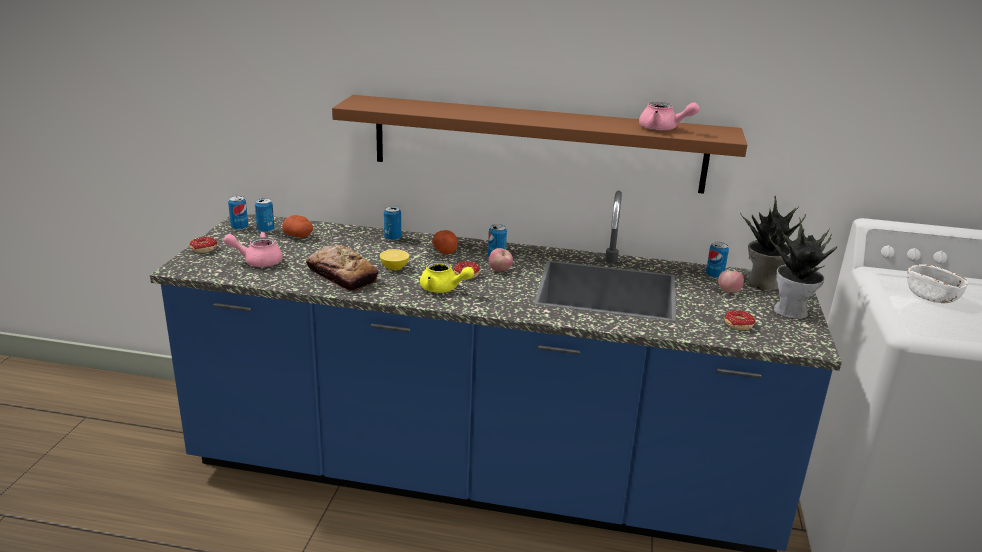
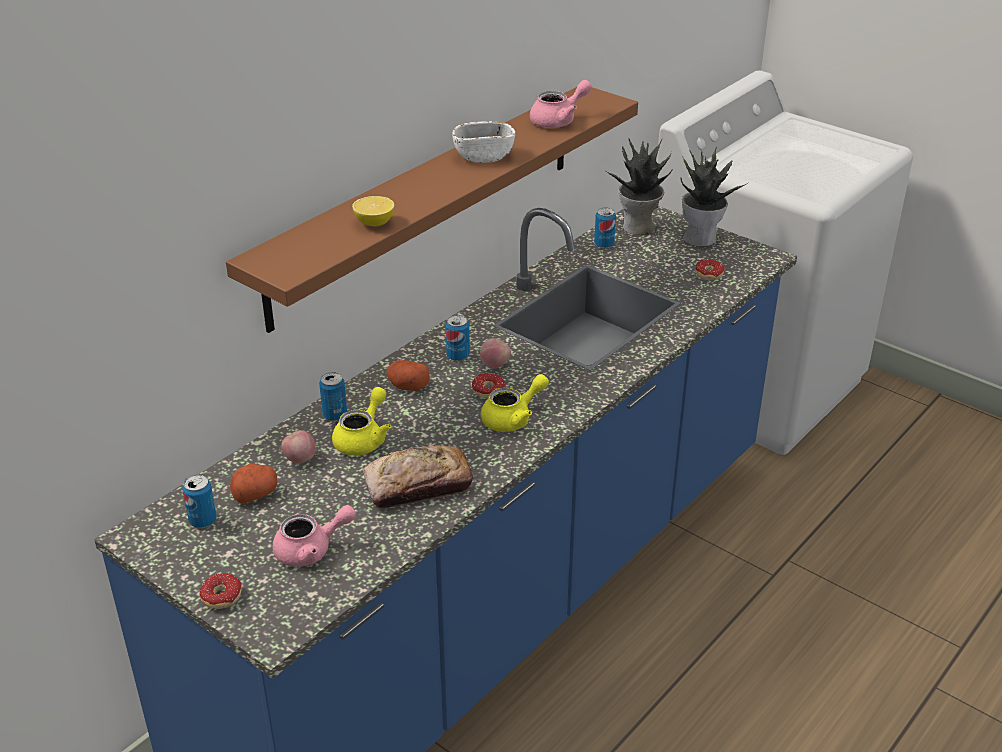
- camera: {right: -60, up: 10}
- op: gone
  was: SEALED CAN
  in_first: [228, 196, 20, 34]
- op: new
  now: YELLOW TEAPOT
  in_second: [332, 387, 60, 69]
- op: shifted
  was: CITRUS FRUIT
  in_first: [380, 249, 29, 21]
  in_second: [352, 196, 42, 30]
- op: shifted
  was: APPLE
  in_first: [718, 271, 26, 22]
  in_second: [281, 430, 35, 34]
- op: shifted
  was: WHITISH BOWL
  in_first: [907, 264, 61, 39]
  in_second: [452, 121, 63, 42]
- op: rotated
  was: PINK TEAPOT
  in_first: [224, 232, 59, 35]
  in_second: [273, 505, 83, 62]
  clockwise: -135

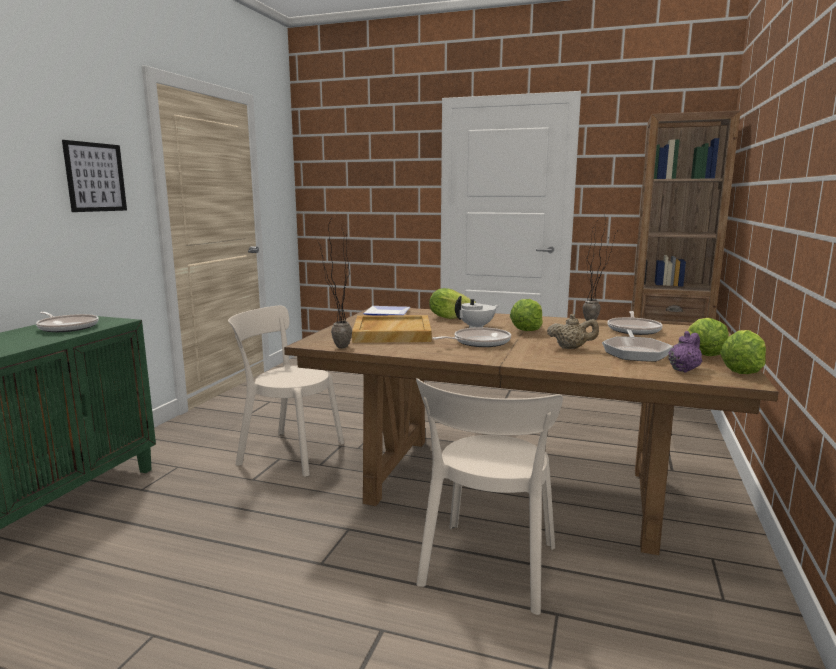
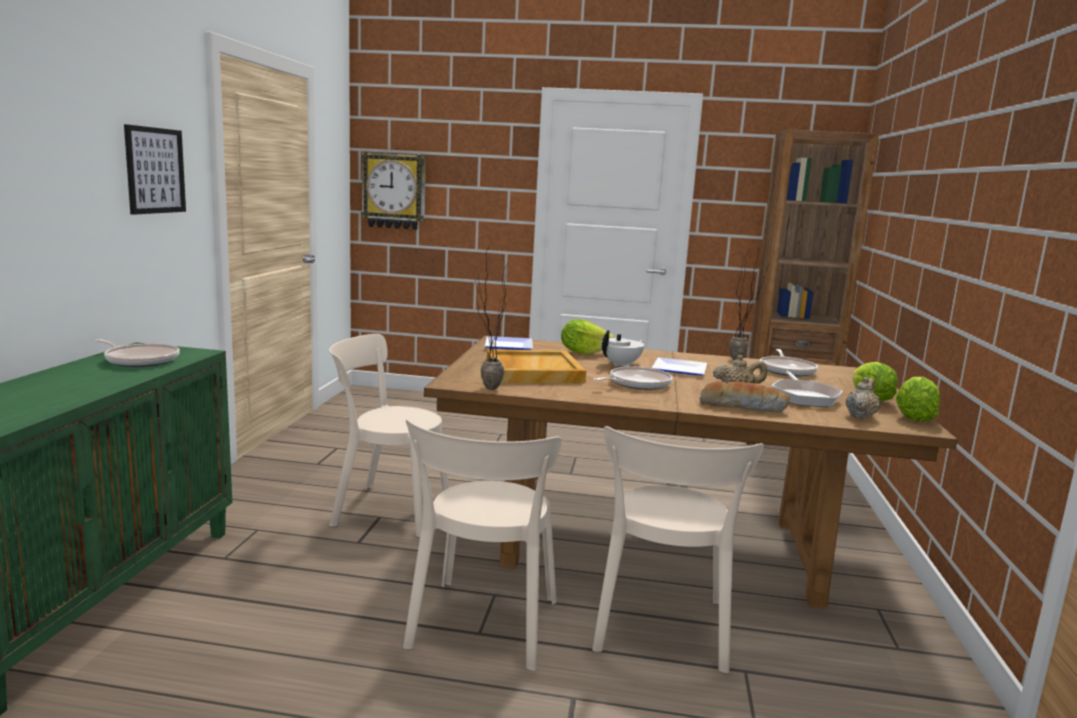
- camera: {right: -10, up: 0}
- op: new
  now: CLOCK ON THE WALL
  in_second: [361, 152, 65, 78]
- op: new
  now: BEIGE-COLOURED CHAIR
  in_second: [403, 419, 159, 252]
- op: new
  now: BAKED BREAD
  in_second: [700, 381, 90, 31]
- op: swapped
  was: HEAD OF LETTUCE
  now: FLAT DISH
  in_first: [510, 299, 33, 32]
  in_second: [652, 357, 55, 18]
- op: repainted
  was: PURPLE TEAPOT
  now: BEIGE-COLOURED TEAPOT
  in_first: [668, 331, 34, 41]
  in_second: [846, 377, 34, 42]

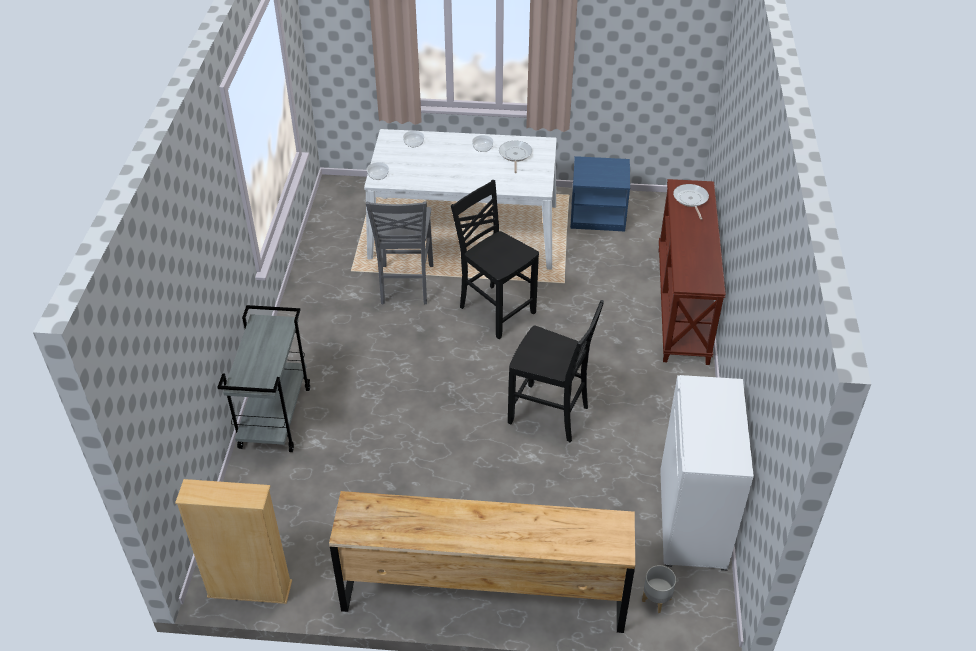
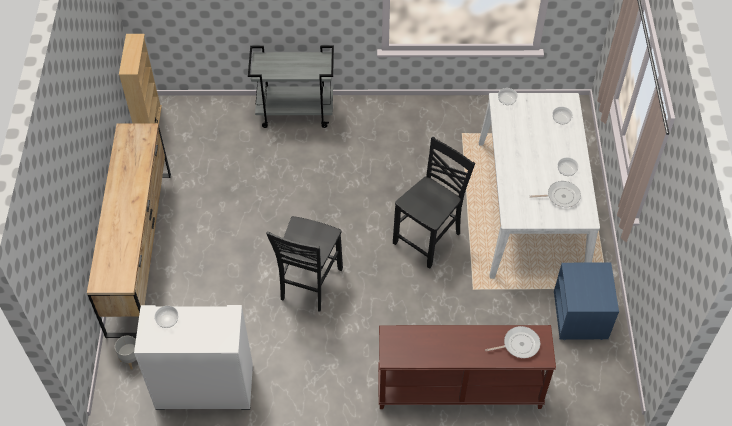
- camera: {right: 85, up: 10}
- op: gone
  was: GRAY CHAIR
  in_first: [366, 201, 67, 104]
- op: new
  now: BOWL
  in_second: [154, 306, 24, 22]

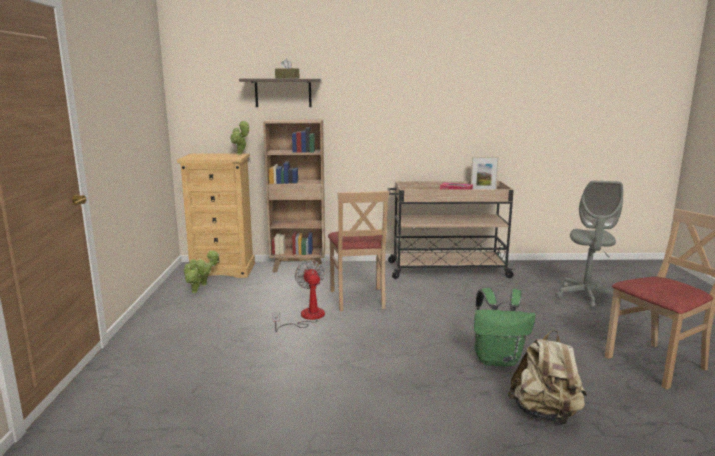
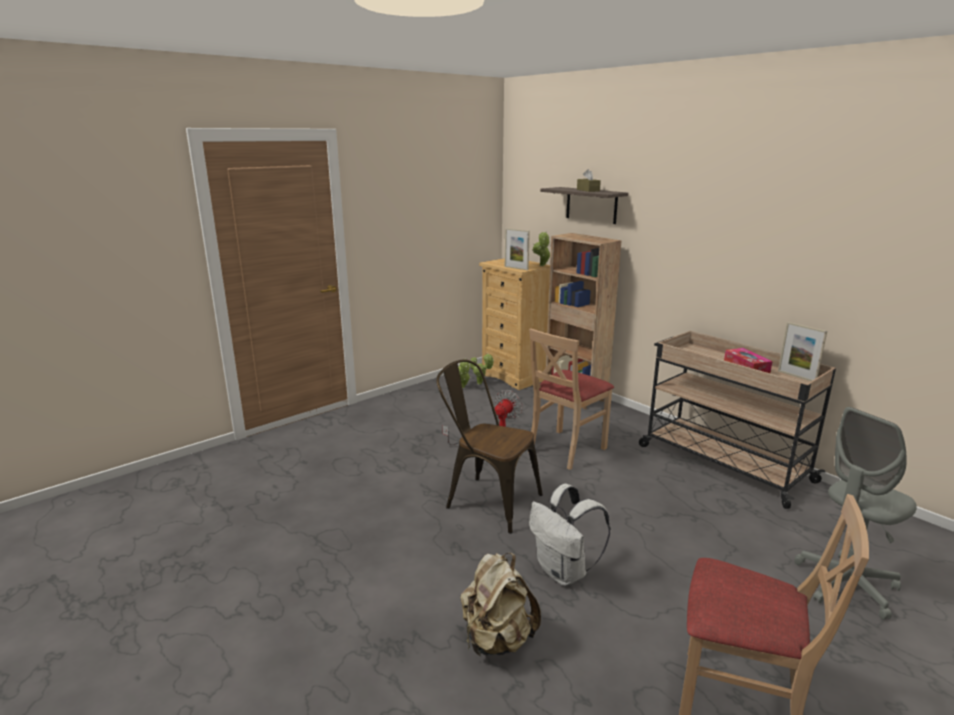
- camera: {right: 50, up: 5}
- op: new
  now: BROWN CHAIR
  in_second: [436, 359, 107, 175]
- op: new
  now: PHOTO FRAME
  in_second: [505, 228, 25, 42]
- op: repainted
  was: GREEN BACKPACK
  now: WHITISH BACKPACK
  in_first: [474, 288, 62, 78]
  in_second: [529, 483, 82, 103]

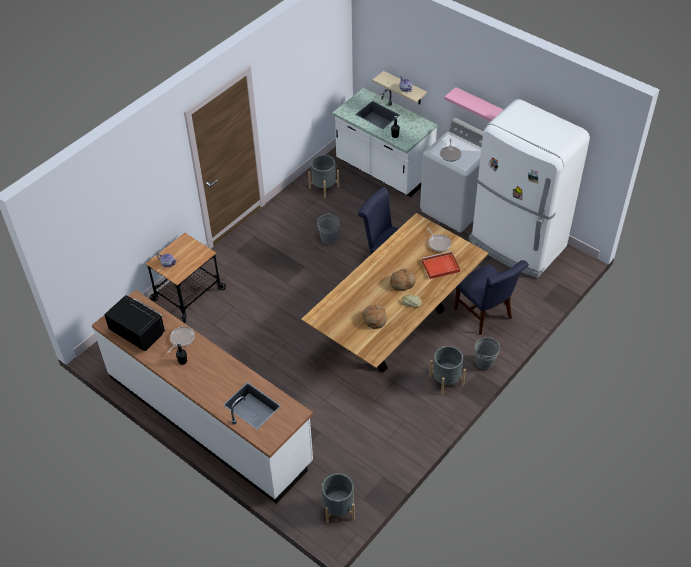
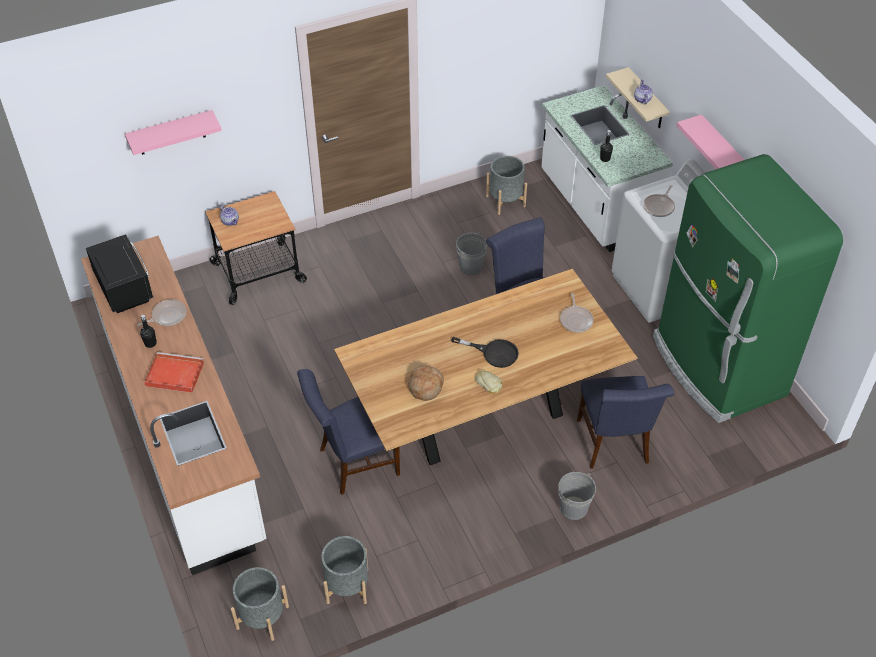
- camera: {right: 25, up: 0}
- op: new
  now: PINK SHELF
  in_second: [125, 110, 97, 45]
- op: new
  now: BLUE-COLOURED CHAIR
  in_second: [297, 369, 103, 126]
- op: shifted
  was: RED-COLOURED CARRYING TRAY
  in_first: [422, 251, 38, 28]
  in_second: [144, 352, 60, 41]
- op: shifted
  was: GRAY PLANT POT
  in_first: [429, 346, 37, 49]
  in_second: [321, 536, 47, 68]
- op: swapped
  was: BAKED BREAD
  now: BLACK-COLOURED SKILLET
  in_first: [390, 269, 25, 22]
  in_second: [451, 337, 68, 31]
- op: repainted
  was: WHITISH REFRIGERATOR
  now: GREEN REFRIGERATOR
  in_first: [469, 99, 121, 179]
  in_second: [653, 154, 190, 269]

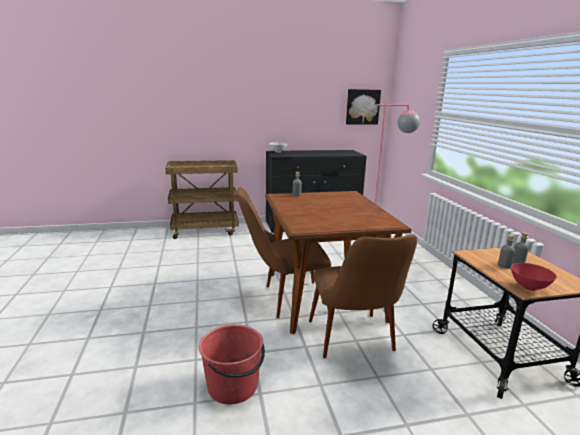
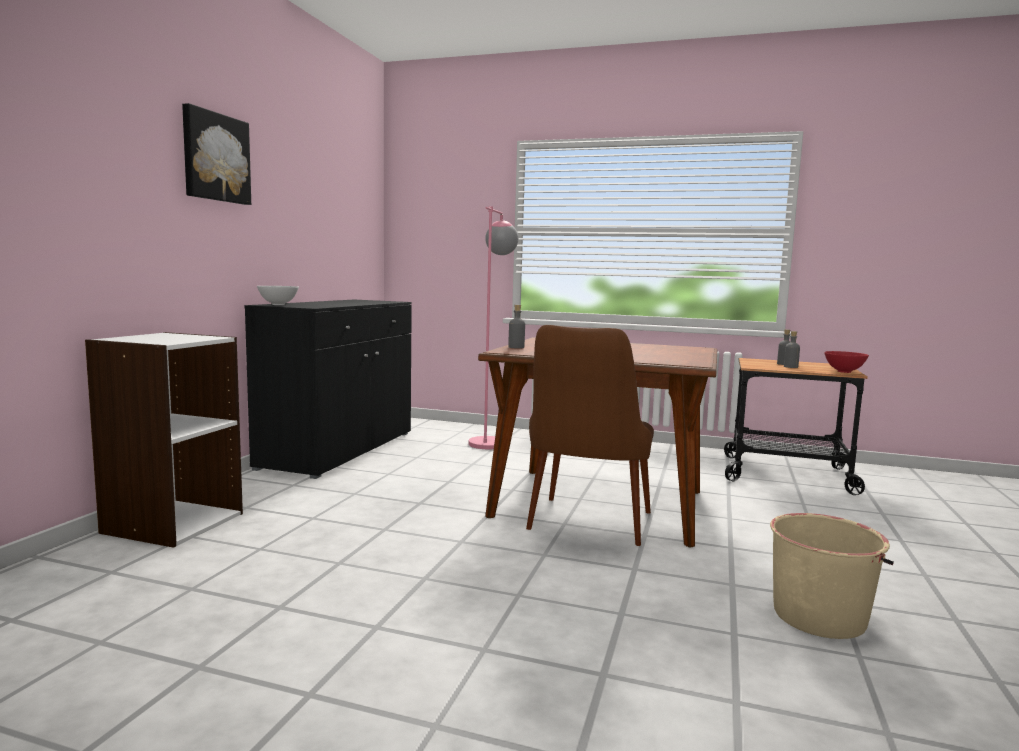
- camera: {right: -60, up: -10}
- op: gone
  was: BROWN CHAIR
  in_first: [309, 234, 108, 124]
- op: shifted
  was: WALL PICTURE
  in_first: [346, 89, 35, 36]
  in_second: [182, 103, 69, 102]
- op: swapped
  was: BROWN CART
  now: WHITISH BOOKSHELF
  in_first: [165, 160, 74, 79]
  in_second: [85, 332, 158, 216]
- op: repainted
  was: RED-COLOURED WATER BUCKET
  now: BEIGE-COLOURED WATER BUCKET
  in_first: [199, 324, 66, 80]
  in_second: [770, 513, 124, 126]

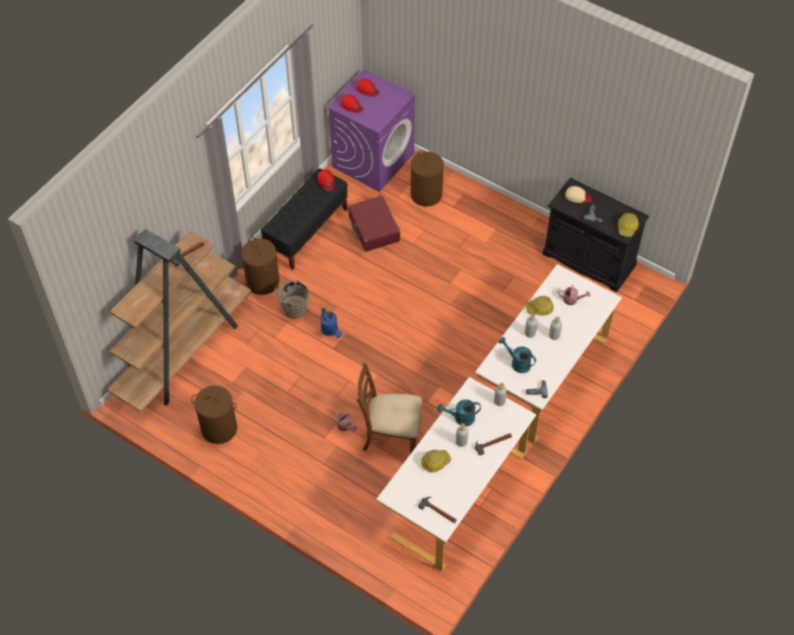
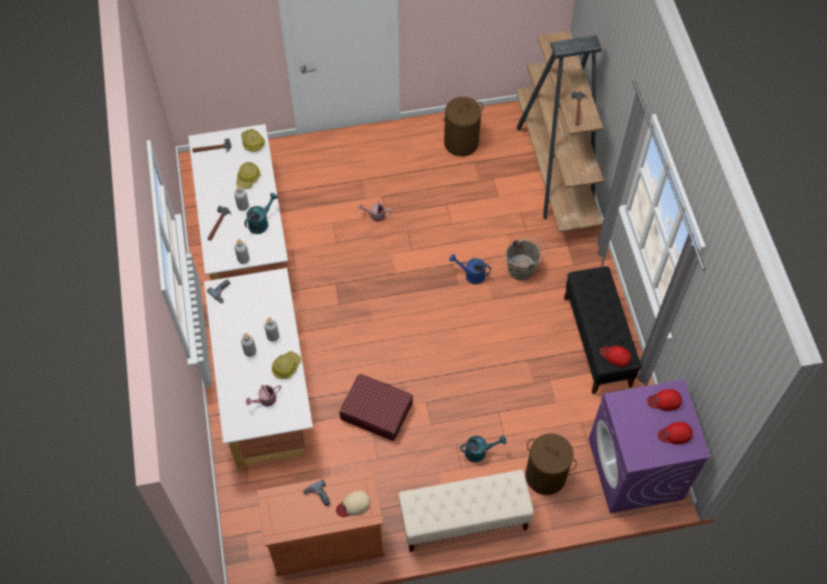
- camera: {right: 135, up: 5}
- op: gone
  was: BROWN LAUNDRY BASKET
  in_first: [241, 237, 39, 58]
- op: gone
  was: BROWN CHAIR
  in_first: [357, 362, 65, 92]
- op: new
  now: BEIGE-COLOURED BENCH
  in_second: [399, 470, 135, 82]
- op: shifted
  was: RED-COLOURED SUITCASE
  in_first: [348, 196, 52, 56]
  in_second: [339, 374, 74, 67]
- op: shifted
  was: BLUE-GREEN SPRINKLING CAN
  in_first: [499, 337, 37, 36]
  in_second: [460, 435, 46, 27]
- op: shifted
  was: HARD HAT
  in_first: [618, 213, 21, 24]
  in_second: [241, 129, 24, 23]
- op: repainted
  was: BLACK-COLOURED CABINET
  now: ORANGE-COLOURED CABINET
  in_first: [542, 178, 107, 114]
  in_second: [257, 469, 128, 108]

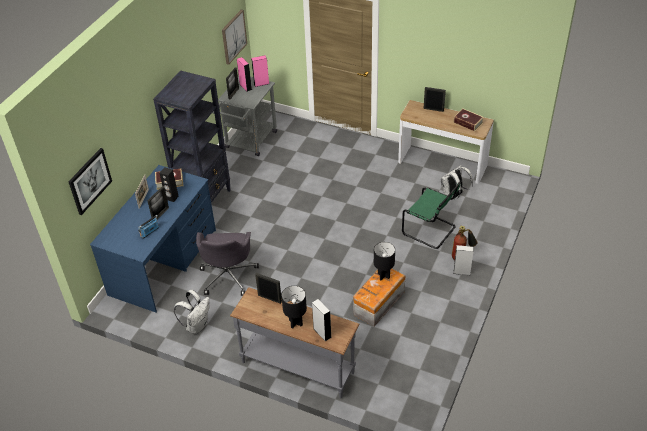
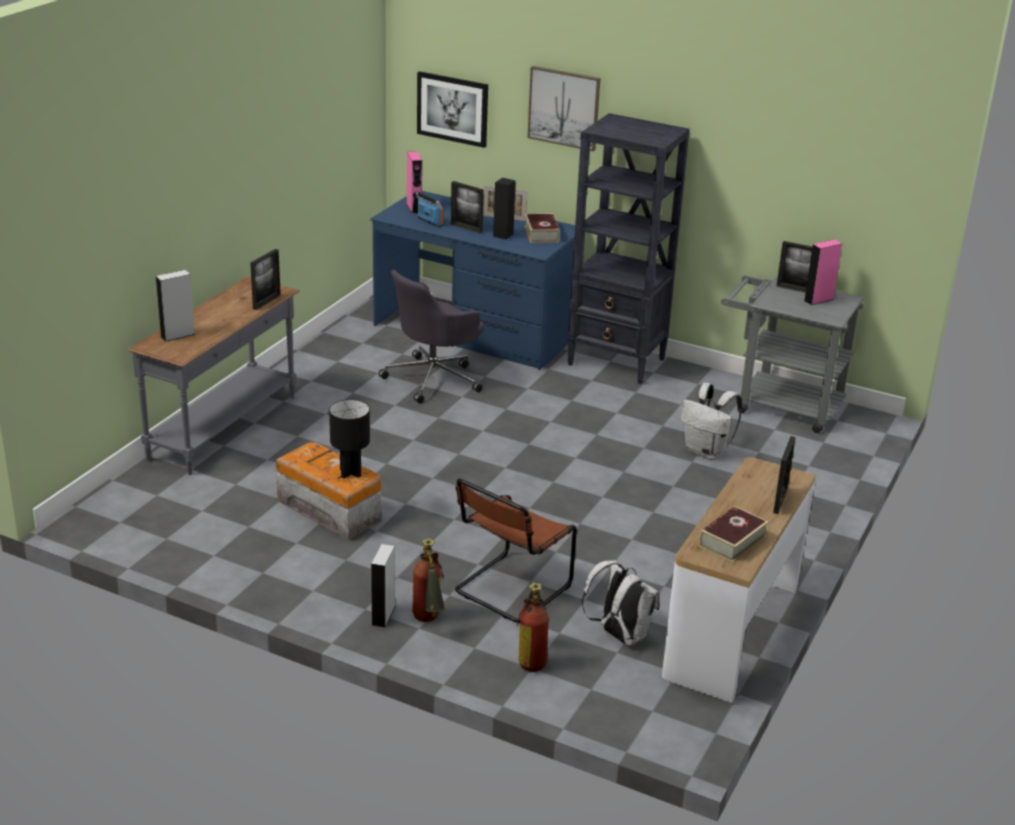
- camera: {right: 90, up: -15}
- op: gone
  was: BLACK-COLOURED LAMP FOR A TABLE
  in_first: [281, 286, 26, 42]
- op: new
  now: FIRE-FIGHTING CYLINDER
  in_second: [517, 583, 32, 89]
- op: shifted
  was: WHITISH BACKPACK
  in_first: [174, 290, 36, 44]
  in_second: [680, 383, 62, 76]
- op: shifted
  was: WALL PICTURE
  in_first: [222, 10, 25, 55]
  in_second: [527, 66, 74, 85]
- op: shifted
  was: PINK AUDIO SPEAKER
  in_first: [251, 55, 18, 32]
  in_second: [407, 151, 15, 63]
- op: repainted
  was: GREEN CHAIR
  now: BROWN CHAIR
  in_first: [402, 182, 59, 67]
  in_second: [455, 478, 122, 145]
- op: rotated
  was: GRAY DESK CHAIR
  in_first: [196, 232, 63, 64]
  in_second: [378, 270, 105, 133]
  clockwise: -45

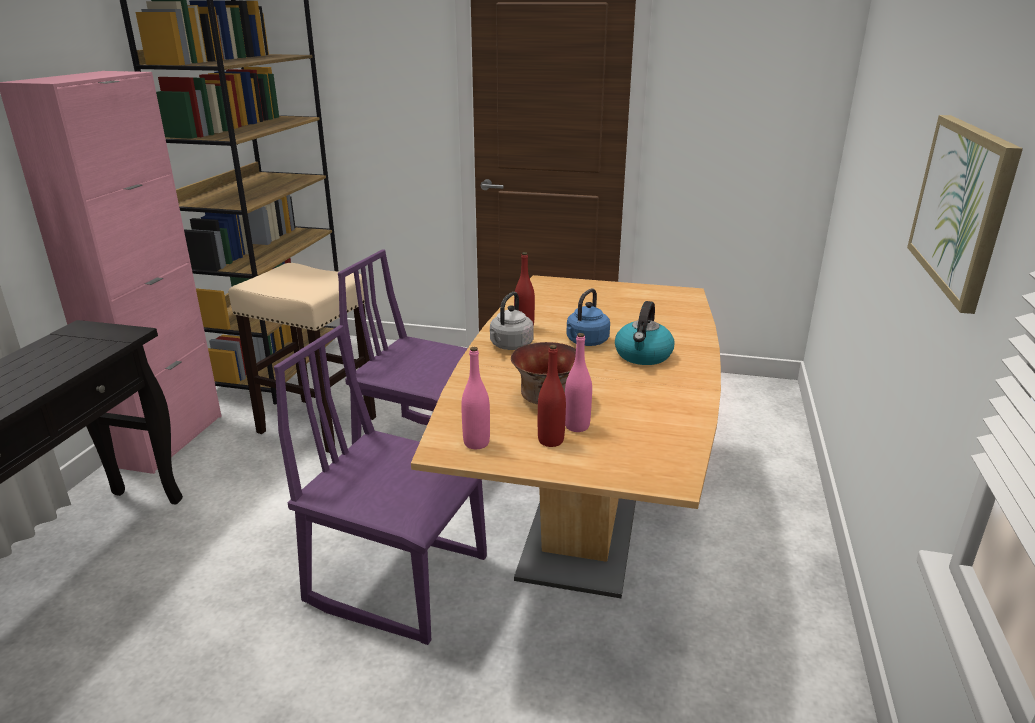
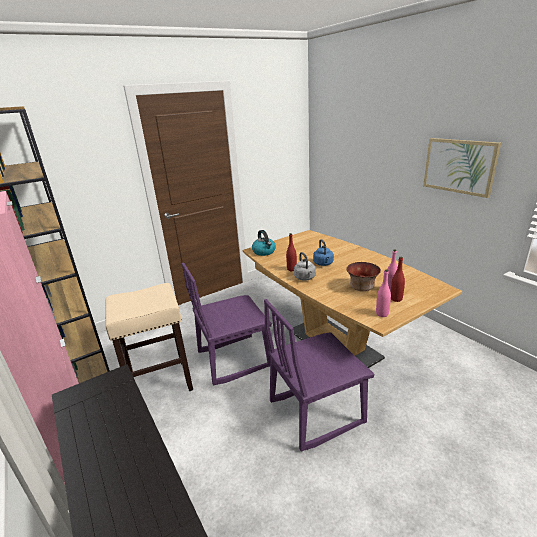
- camera: {right: -45, up: 0}
- op: shifted
  was: KETTLE
  in_first: [615, 301, 59, 64]
  in_second: [252, 230, 24, 26]

